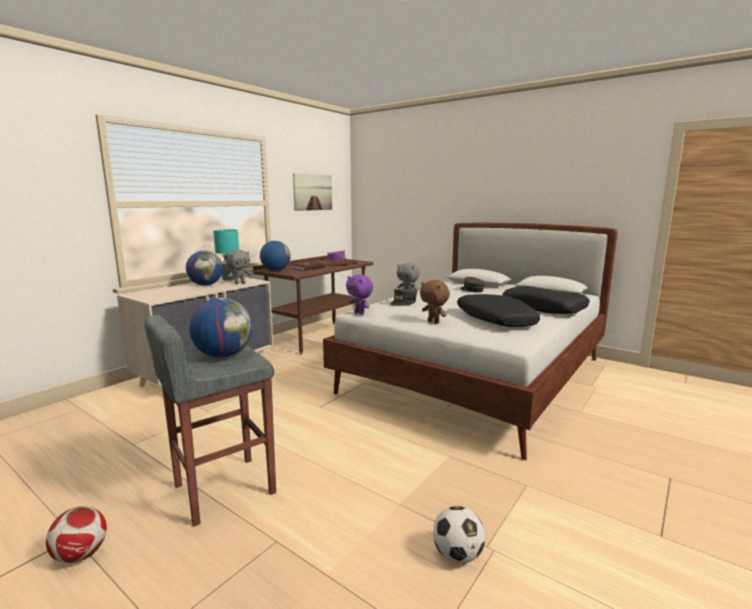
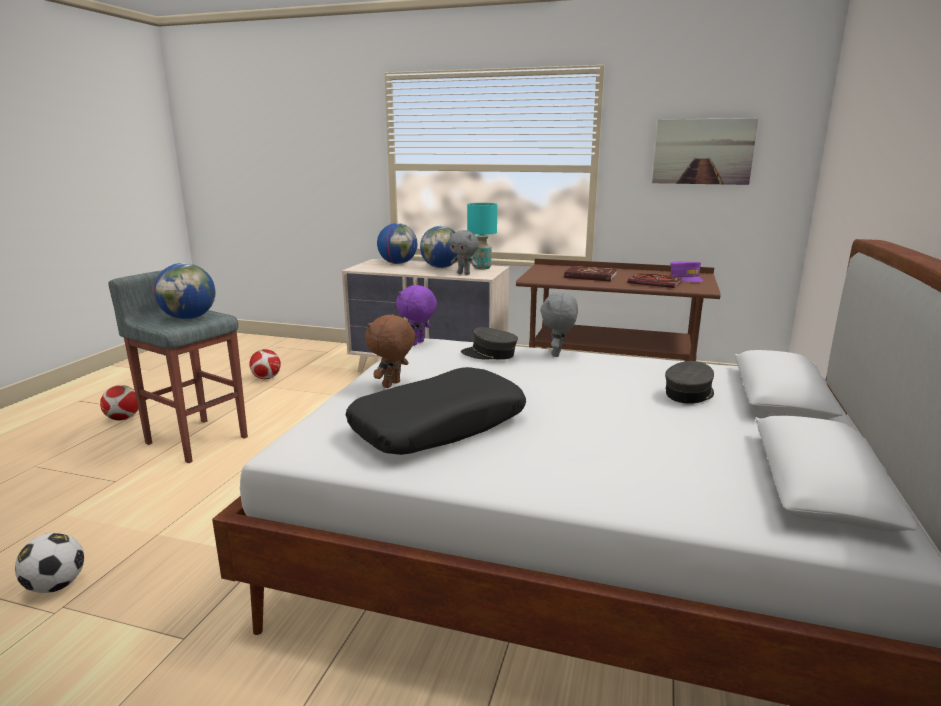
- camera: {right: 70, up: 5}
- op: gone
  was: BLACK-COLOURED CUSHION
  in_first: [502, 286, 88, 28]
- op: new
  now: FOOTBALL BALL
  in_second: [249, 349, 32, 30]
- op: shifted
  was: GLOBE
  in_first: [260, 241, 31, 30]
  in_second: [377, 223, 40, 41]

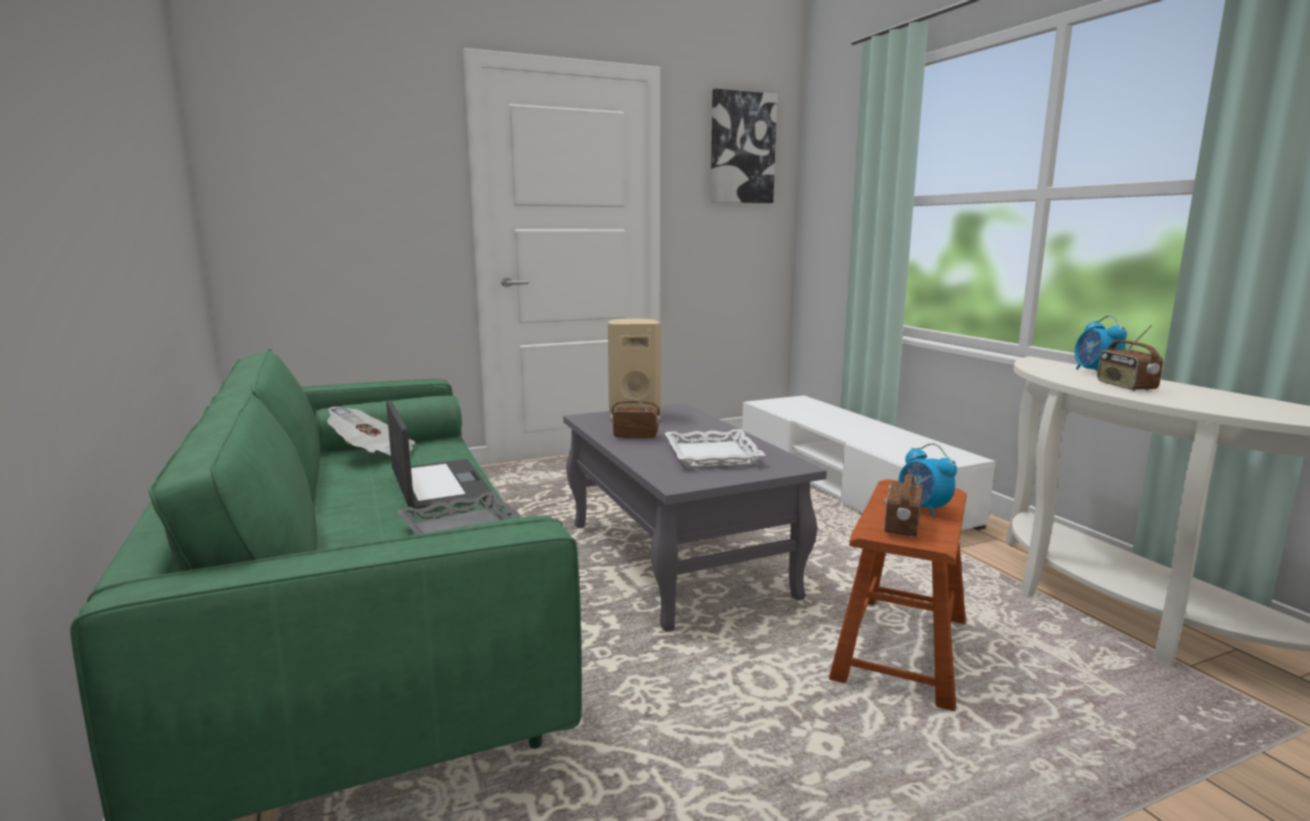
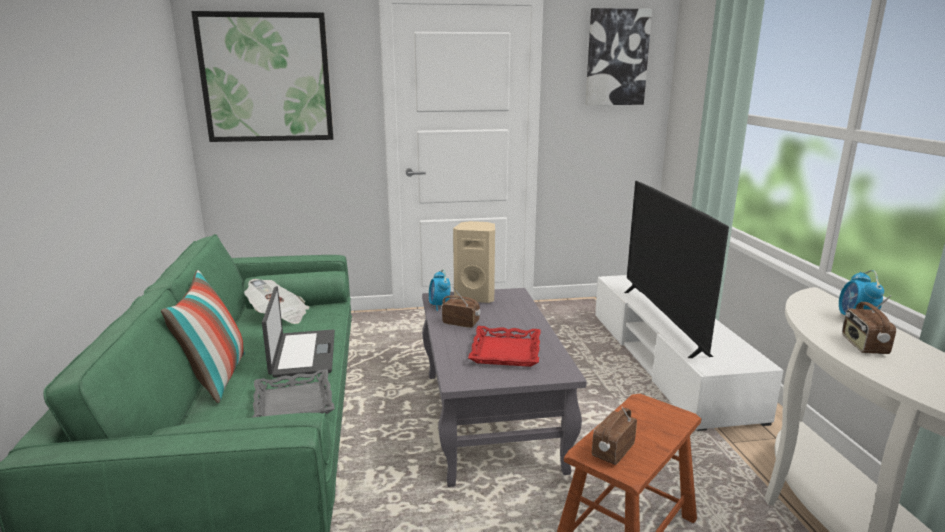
- camera: {right: 15, up: 5}
- op: new
  now: CUSHION
  in_second: [161, 270, 84, 133]
- op: new
  now: WALL PICTURE
  in_second: [191, 11, 142, 131]
- op: new
  now: TV SET
  in_second: [624, 181, 105, 177]
- op: shifted
  was: BEDSIDE CLOCK
  in_first: [898, 443, 59, 74]
  in_second: [429, 270, 21, 41]
- op: repainted
  was: WHITISH CARRYING TRAY
  now: RED-COLOURED CARRYING TRAY
  in_first: [665, 429, 101, 38]
  in_second: [468, 326, 73, 41]

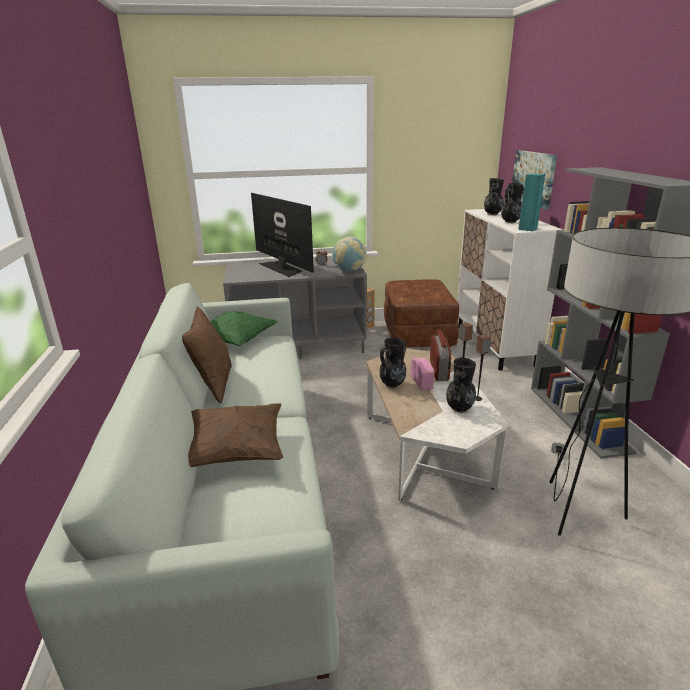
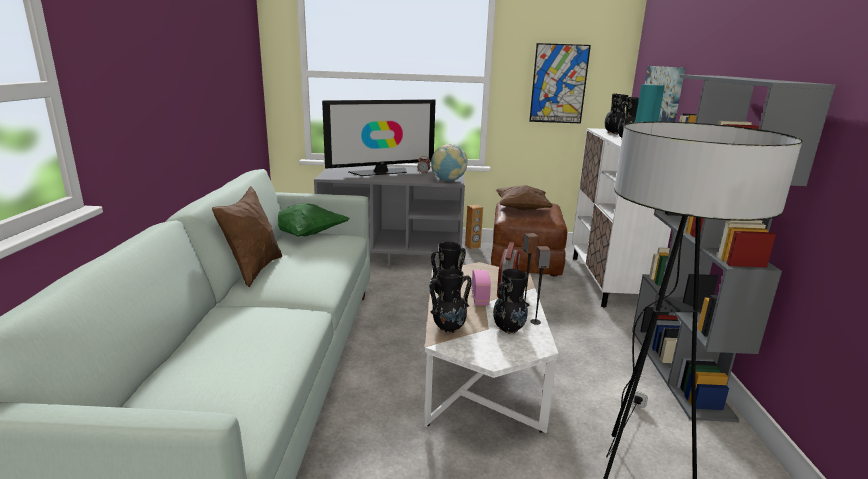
- camera: {right: 10, up: -5}
- op: new
  now: BLACK-COLOURED DECORATIVE VASE
  in_second: [429, 269, 43, 65]
- op: new
  now: WALL PICTURE
  in_second: [529, 43, 62, 81]
- op: shifted
  was: BROWN CUSHION
  in_first: [188, 403, 95, 64]
  in_second: [495, 185, 58, 25]
- op: rotated
  was: TV SET
  in_first: [251, 193, 63, 84]
  in_second: [322, 99, 114, 77]
  clockwise: 90

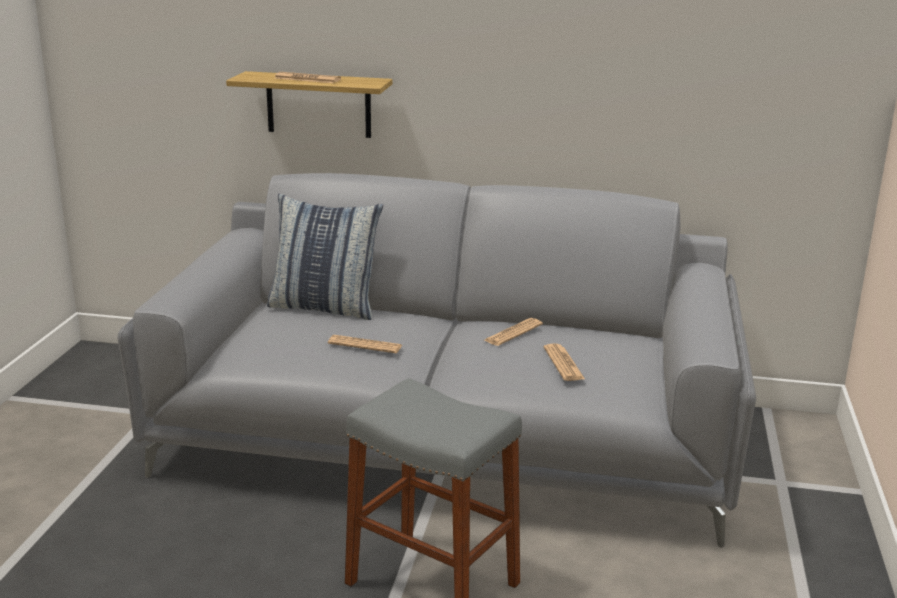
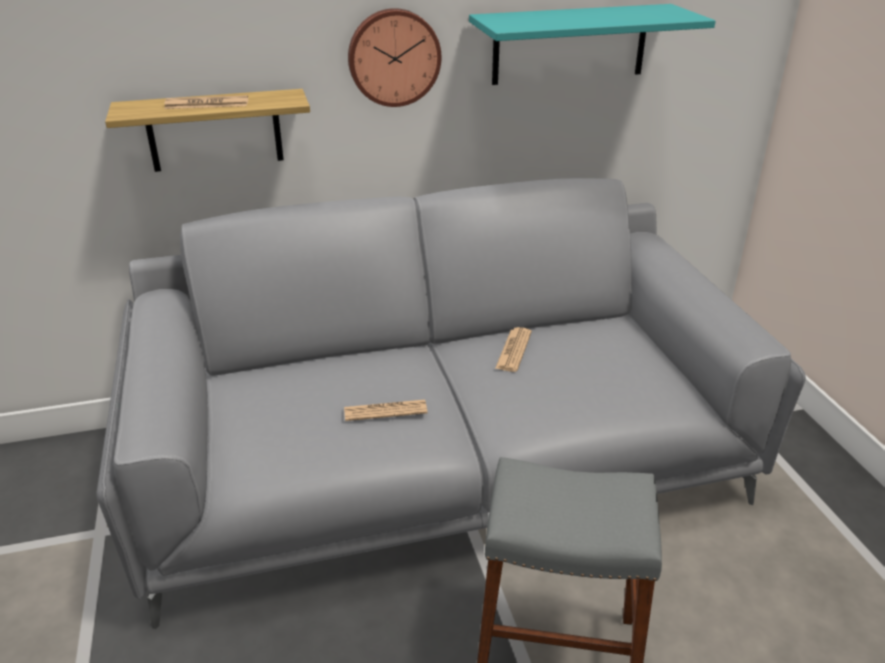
- camera: {right: -25, up: 10}
- op: gone
  was: CUSHION
  in_first: [267, 194, 116, 126]
- op: gone
  was: PRINTED PAPER
  in_first: [544, 344, 42, 37]
- op: new
  now: CLOCK ON THE WALL
  in_second: [348, 8, 93, 99]
- op: new
  now: BLUE-GREEN SHELF
  in_second: [469, 4, 247, 81]

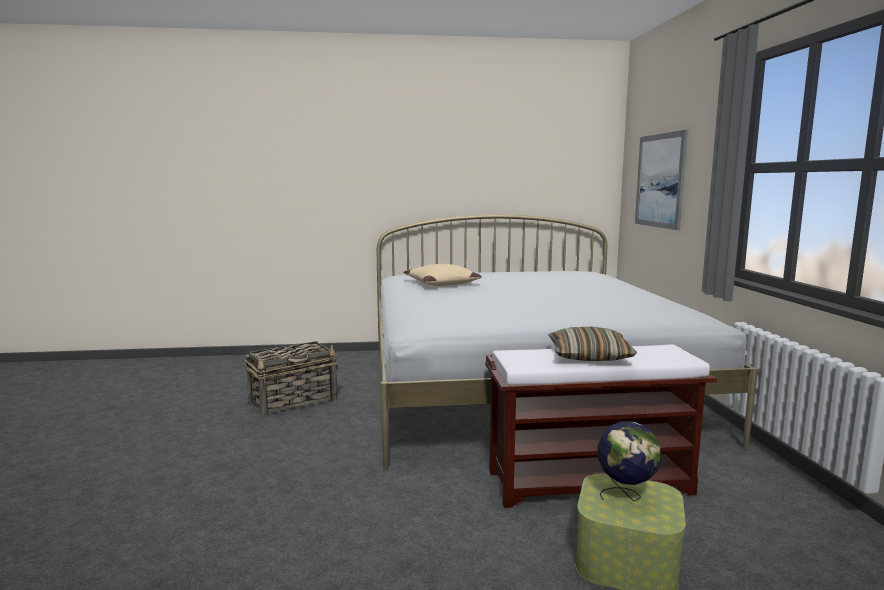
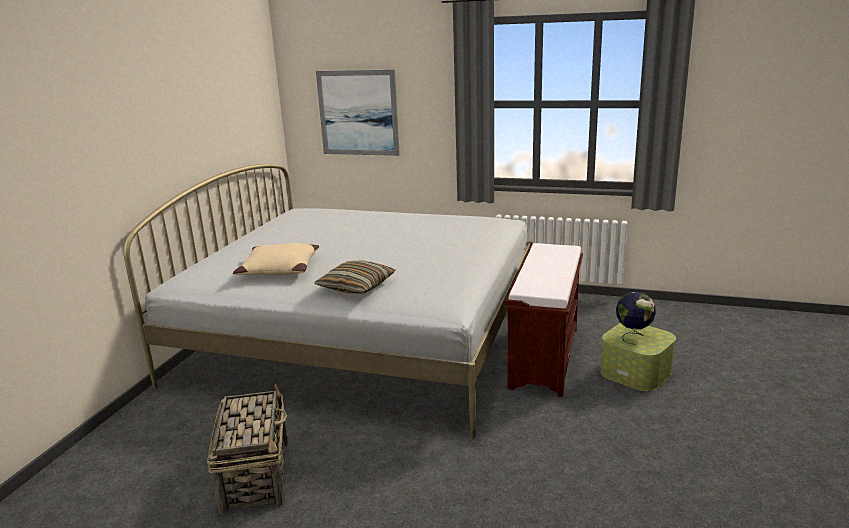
- camera: {right: -65, up: 10}
- op: shifted
  was: CUSHION
  in_first: [548, 327, 89, 34]
  in_second: [314, 261, 81, 33]

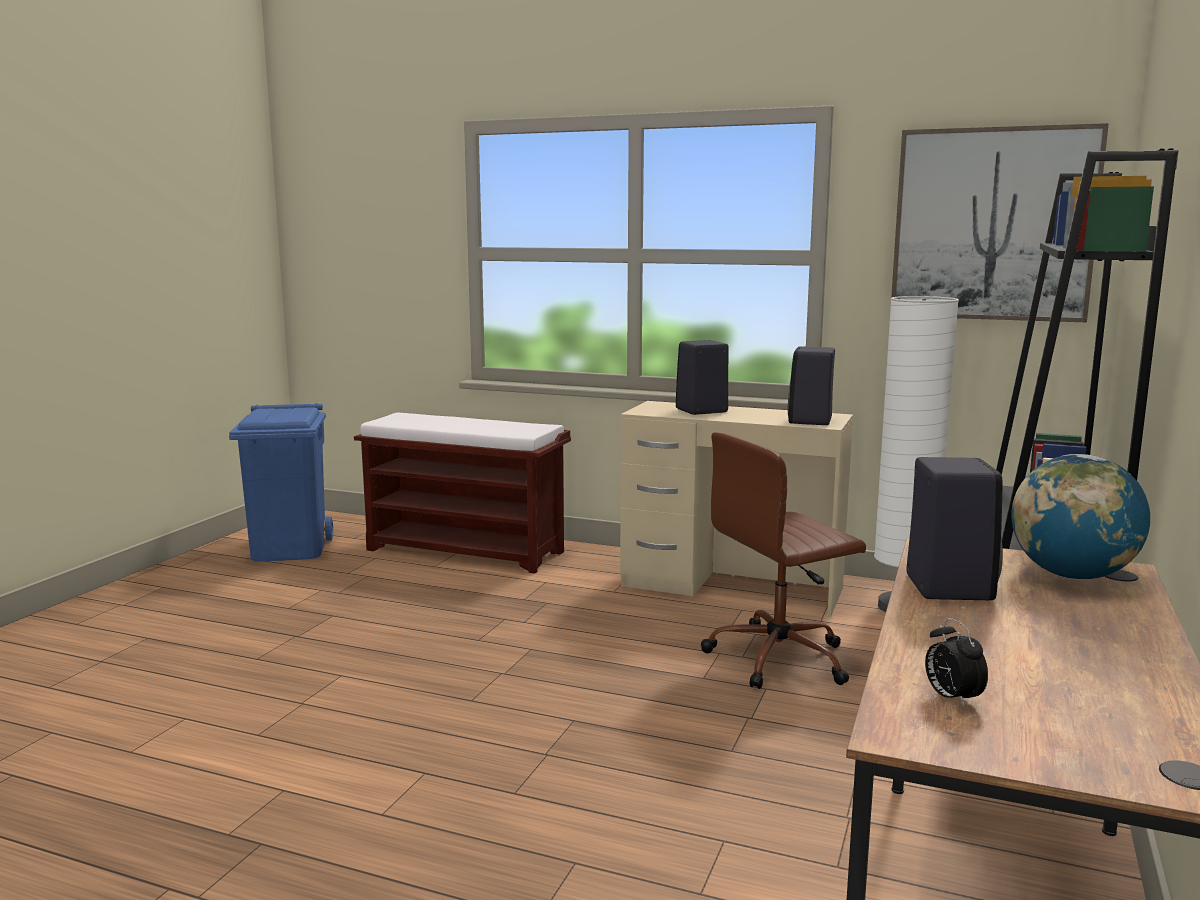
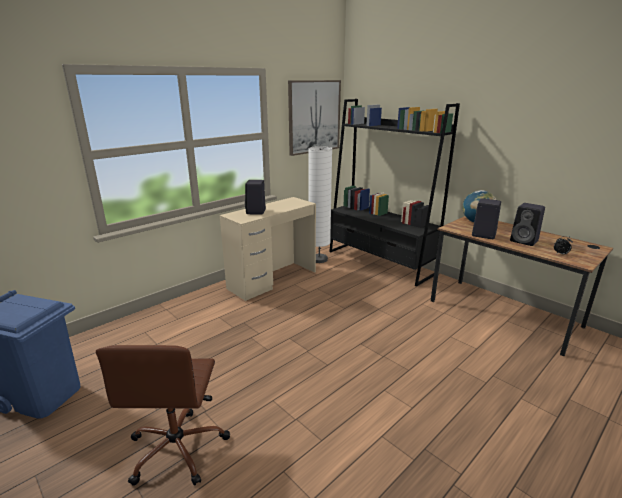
- camera: {right: -65, up: 10}
- op: gone
  was: BROWN BENCH
  in_first: [354, 413, 217, 161]
- op: shifted
  was: BROWN DESK CHAIR
  in_first: [701, 432, 165, 257]
  in_second: [96, 345, 134, 141]
- op: shifted
  was: BLACK-COLOURED AUDIO SPEAKER
  in_first: [788, 346, 47, 79]
  in_second: [510, 203, 35, 43]

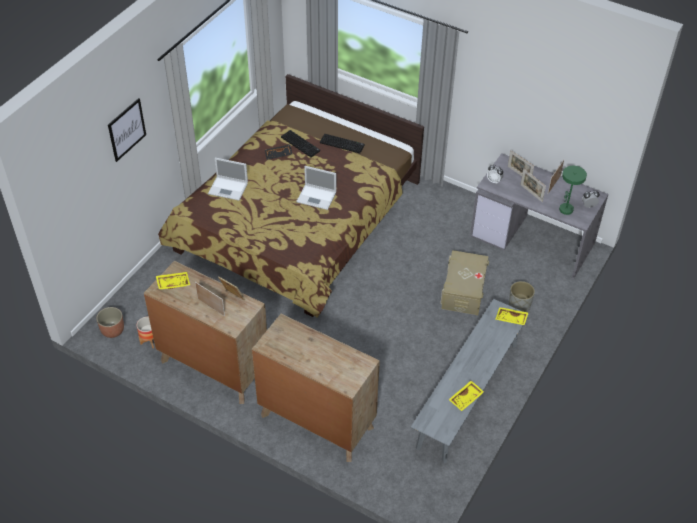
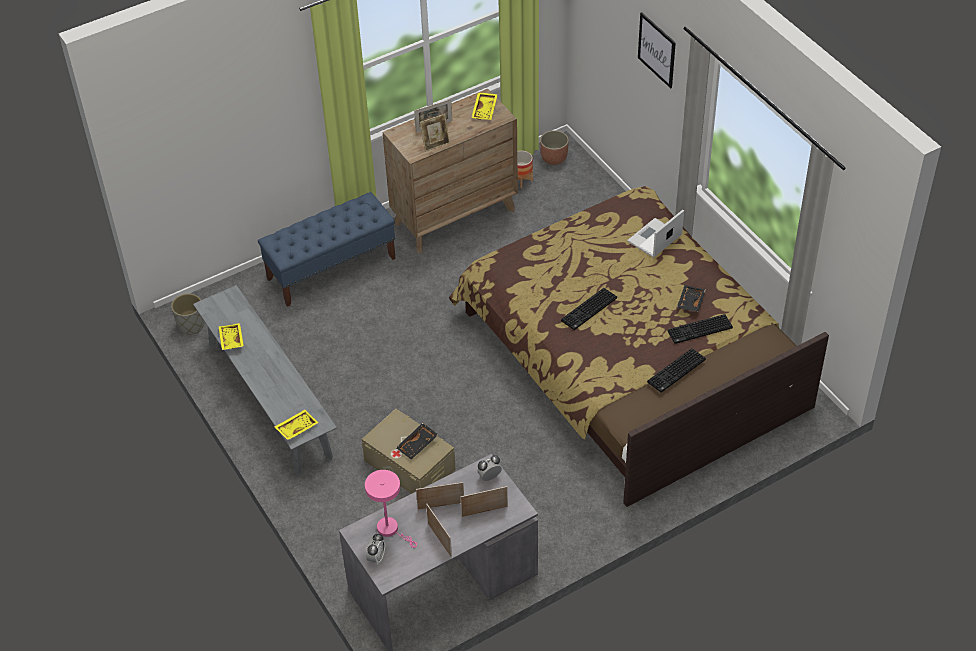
- camera: {right: 120, up: 0}
- op: new
  now: BLACK-COLOURED CARRYING TRAY
  in_second: [396, 423, 42, 36]
- op: shifted
  was: GRAY PLANT POT
  in_first: [509, 281, 26, 31]
  in_second: [171, 294, 33, 40]
- op: swapped
  was: BROWN DRAWER CHEST
  now: BLUE-COLOURED BENCH
  in_first: [252, 314, 128, 148]
  in_second: [258, 192, 138, 115]
- op: swapped
  was: PORTABLE COMPUTER
  now: PC KEYBOARD
  in_first: [296, 166, 40, 44]
  in_second: [561, 288, 56, 42]
- op: repainted
  was: GREEN LAMP FOR A TABLE
  now: PINK LAMP FOR A TABLE
  in_first: [559, 166, 28, 49]
  in_second: [365, 470, 52, 78]

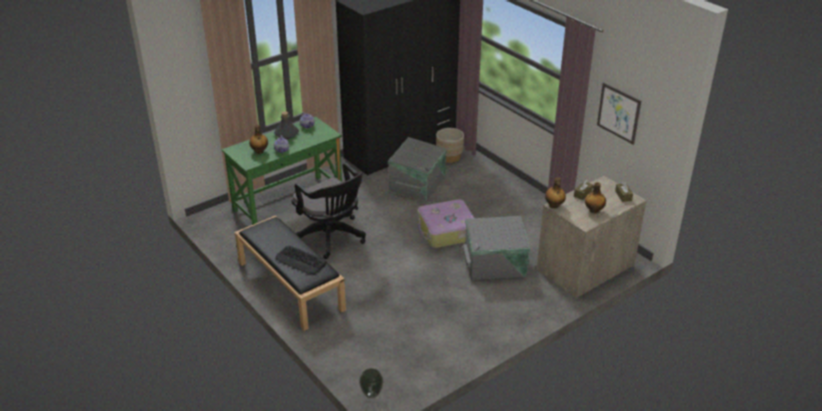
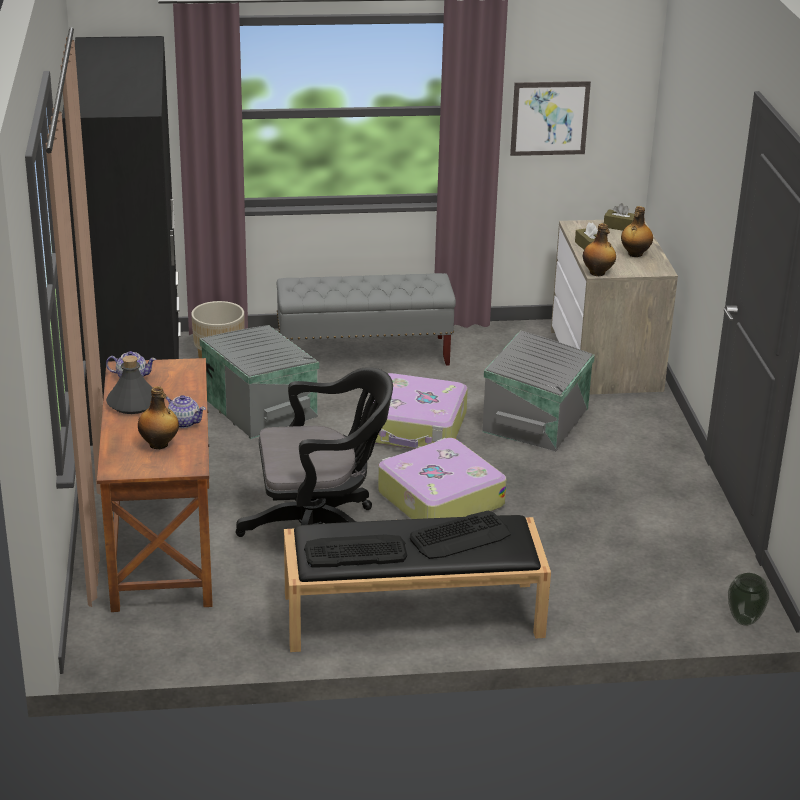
- camera: {right: -60, up: -5}
- op: new
  now: GRAY BENCH
  in_second: [277, 273, 179, 93]
- op: new
  now: PC KEYBOARD
  in_second: [304, 534, 103, 34]
- op: new
  now: SUITCASE
  in_second: [378, 438, 128, 81]
- op: repainted
  was: GREEN DESK
  now: BROWN DESK
  in_first: [222, 116, 120, 109]
  in_second: [97, 358, 115, 254]

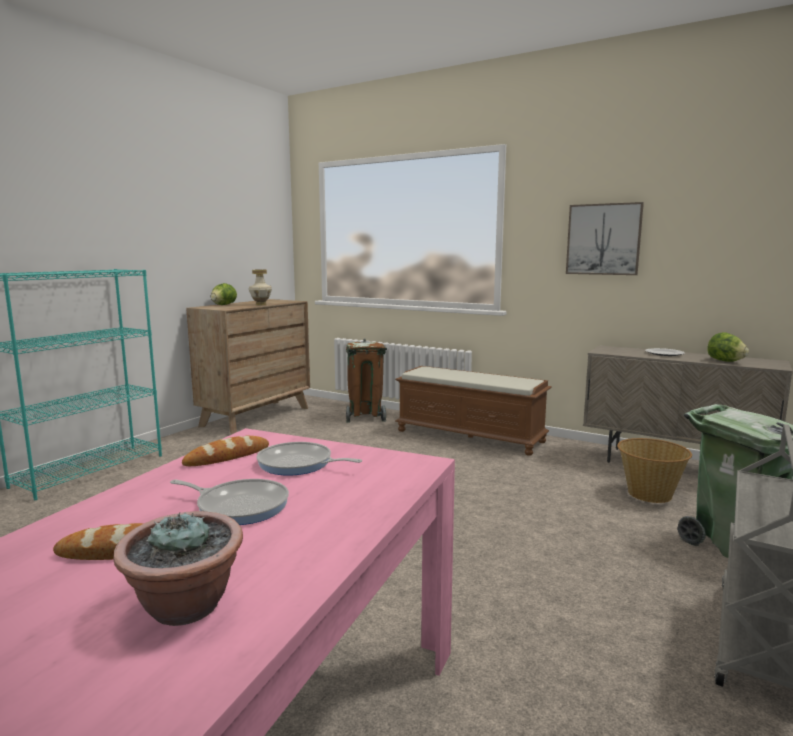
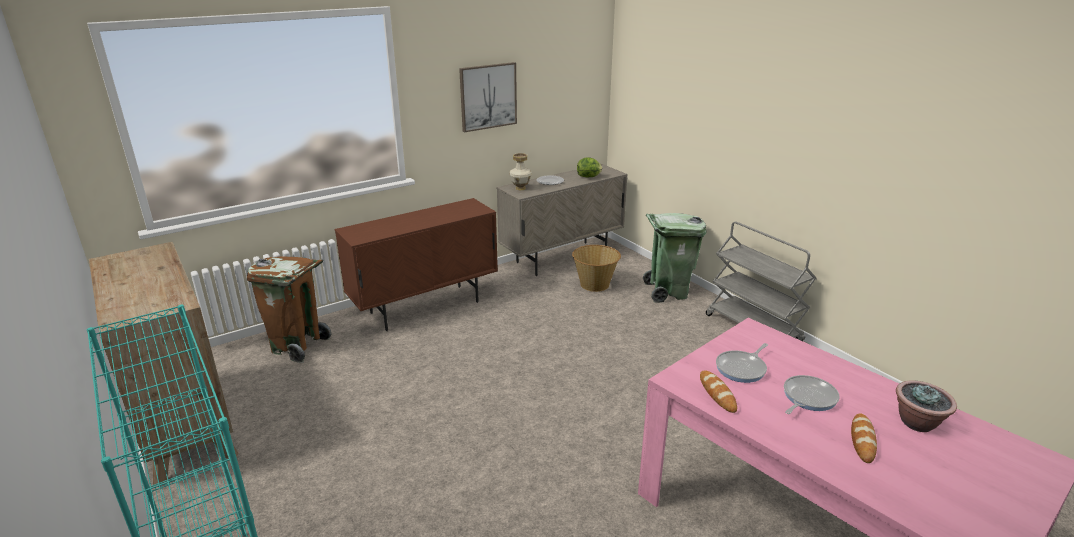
- camera: {right: -65, up: 15}
- op: gone
  was: HEAD OF LETTUCE
  in_first: [211, 283, 26, 22]
- op: shifted
  was: DECORATIVE VASE
  in_first: [249, 269, 23, 36]
  in_second: [509, 153, 23, 37]
- op: swapped
  was: BROWN BENCH
  now: BROWN CABINET
  in_first: [395, 366, 157, 90]
  in_second: [335, 198, 163, 133]

